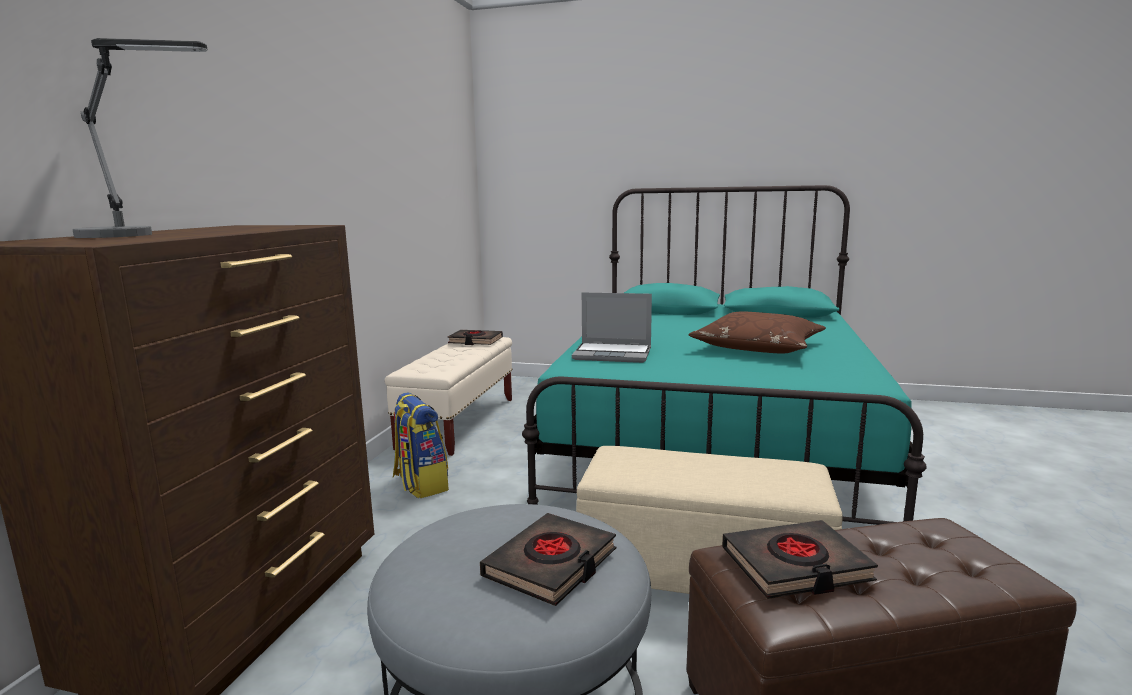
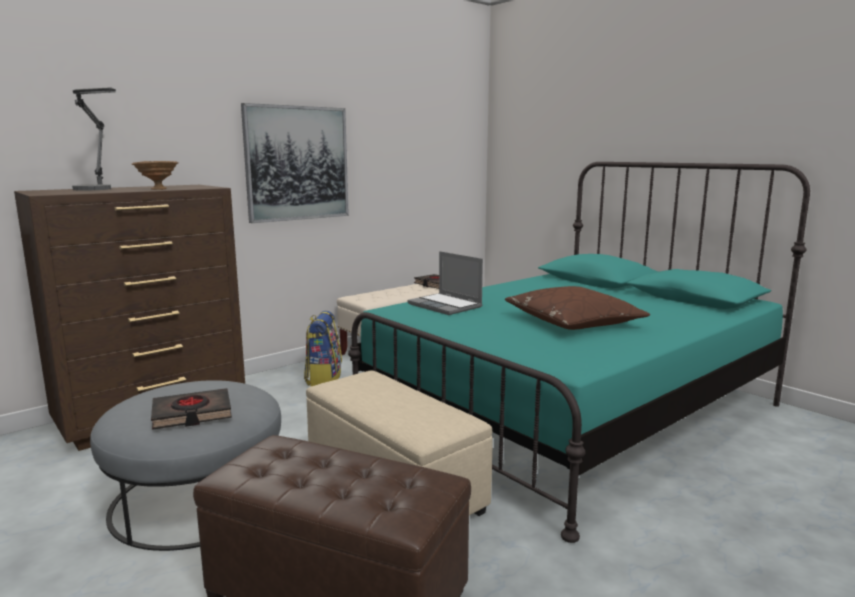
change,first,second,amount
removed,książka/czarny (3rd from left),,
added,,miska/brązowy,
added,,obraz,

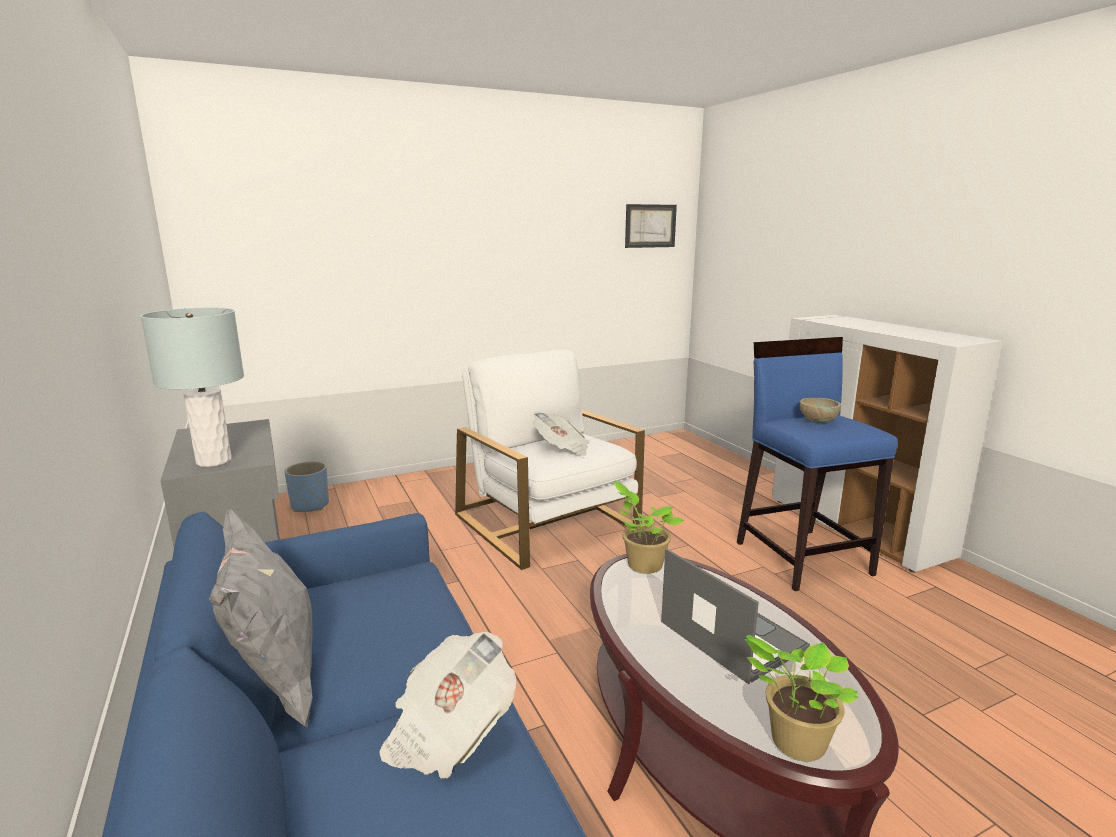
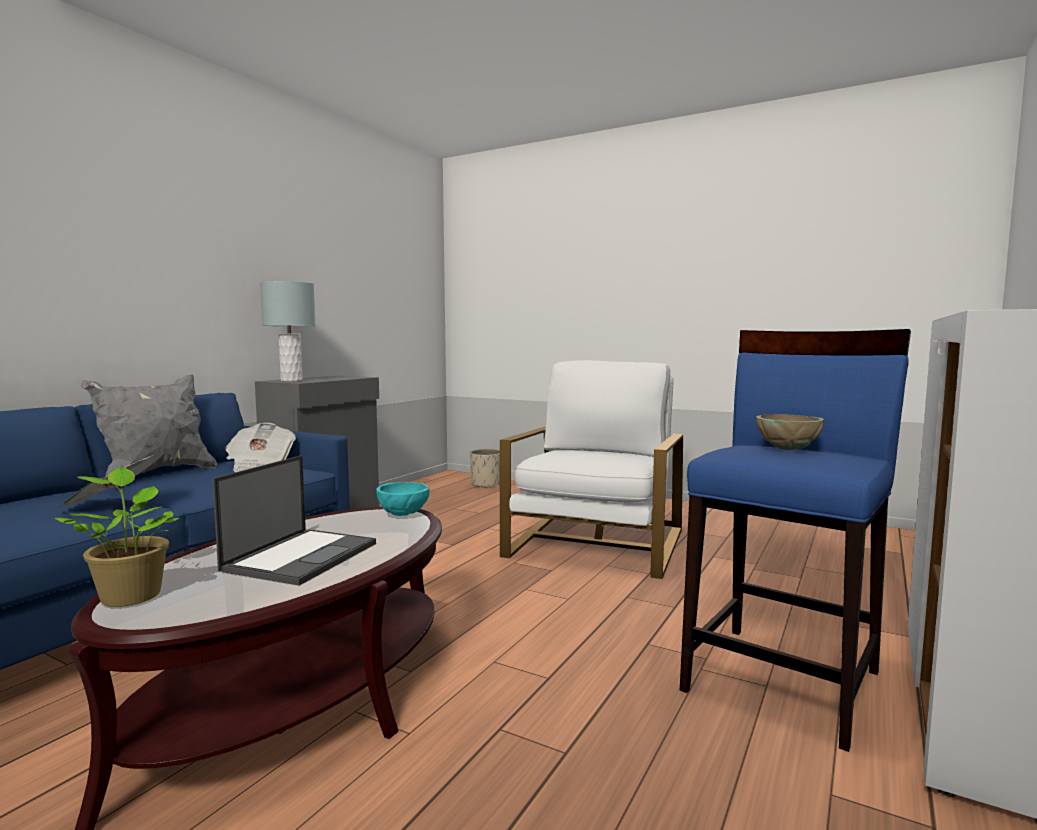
change,first,second,amount
recoloured,donica/niebieski,donica/beżowy,
moved,gazeta (2nd from left),,
replaced,roślina doniczkowa (1st from left),miska/turkusowy,
removed,obraz,,

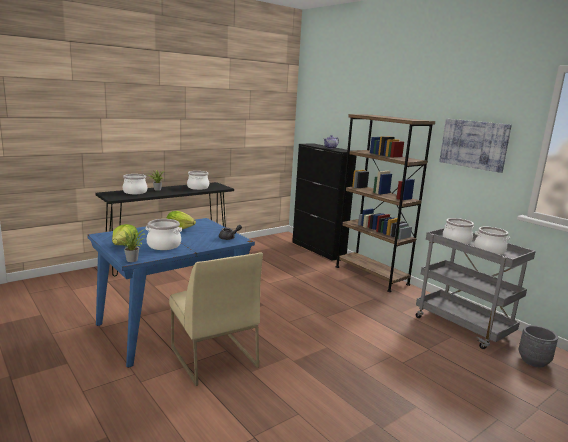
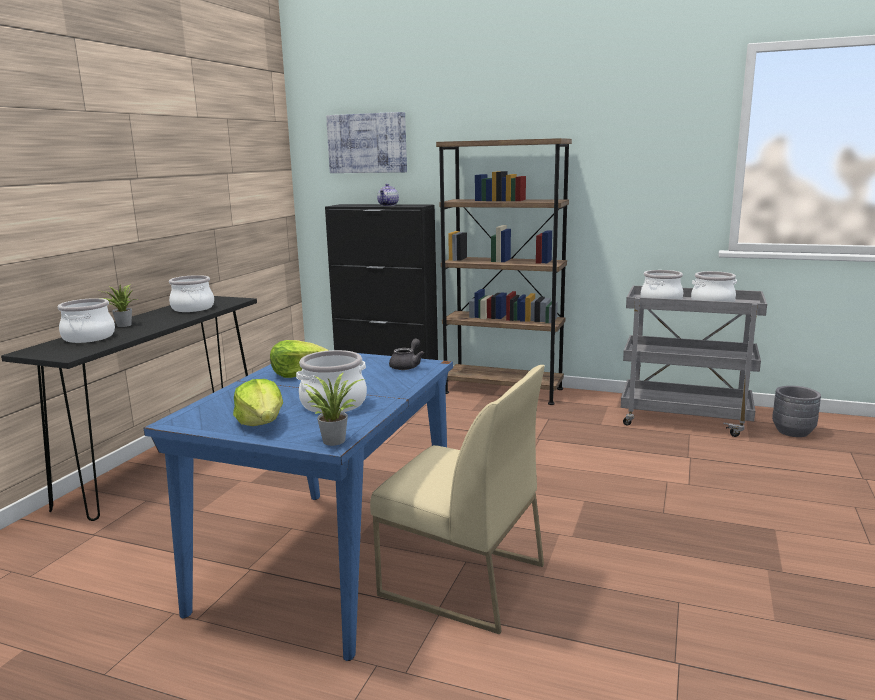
change,first,second,amount
moved,obraz,,

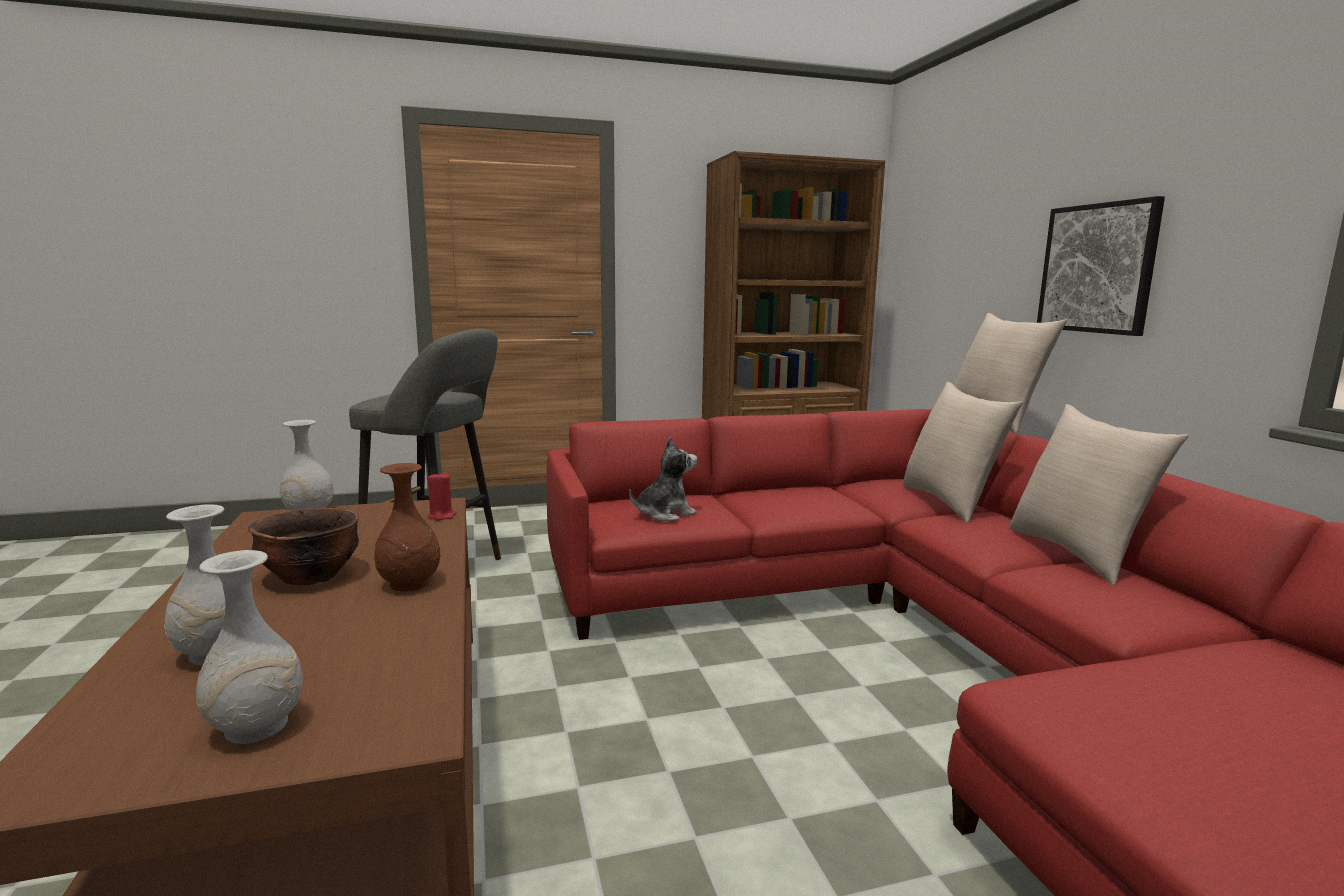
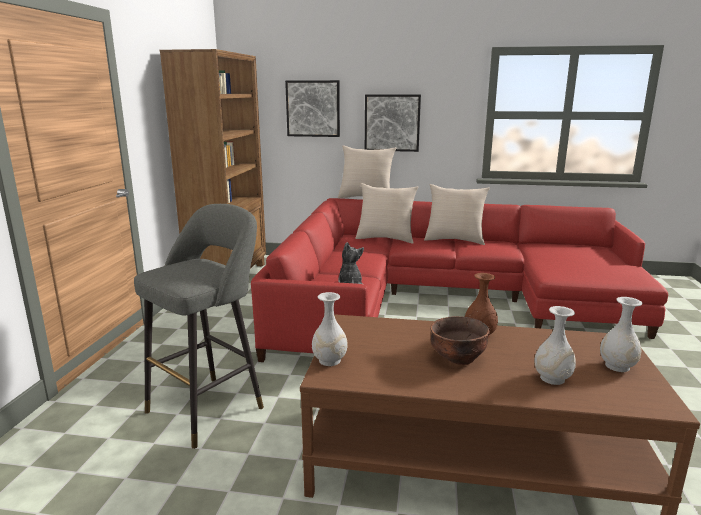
change,first,second,amount
removed,świeca/czerwony,,
added,,obraz (1st from left),

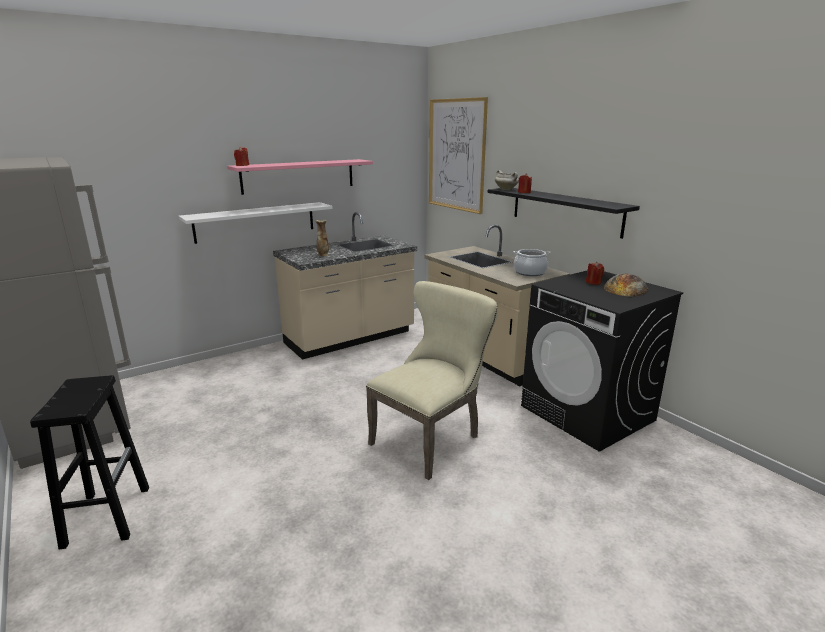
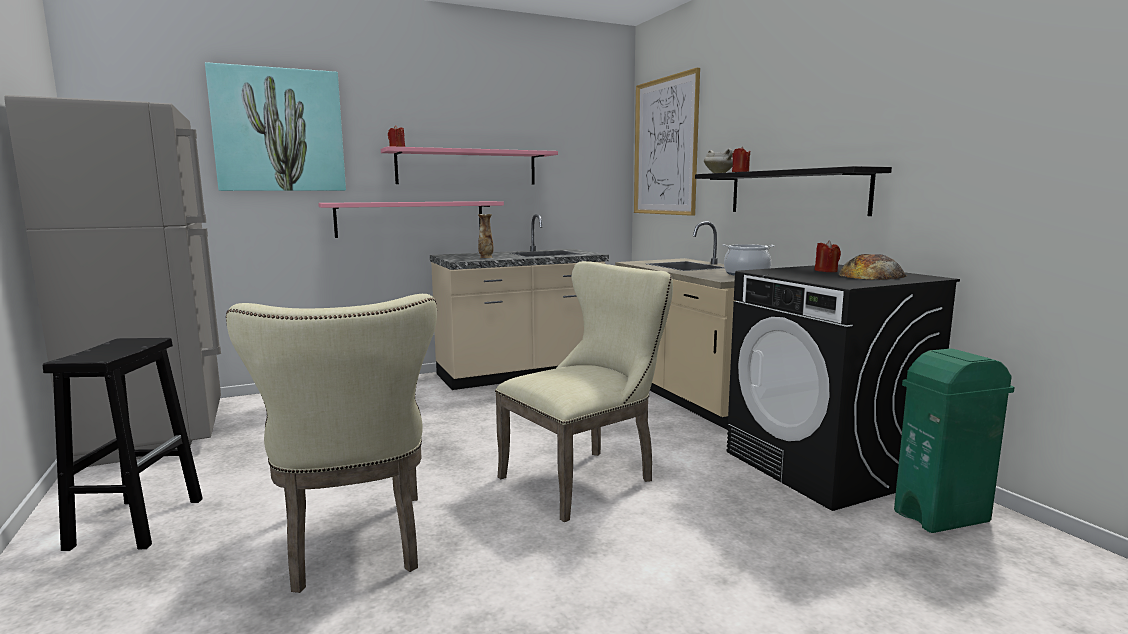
change,first,second,amount
recoloured,półka/biały,półka/różowy (1st from left),
added,,obraz (1st from left),
added,,krzesło/beżowy (1st from left),
added,,kosz na śmieci/zielony,

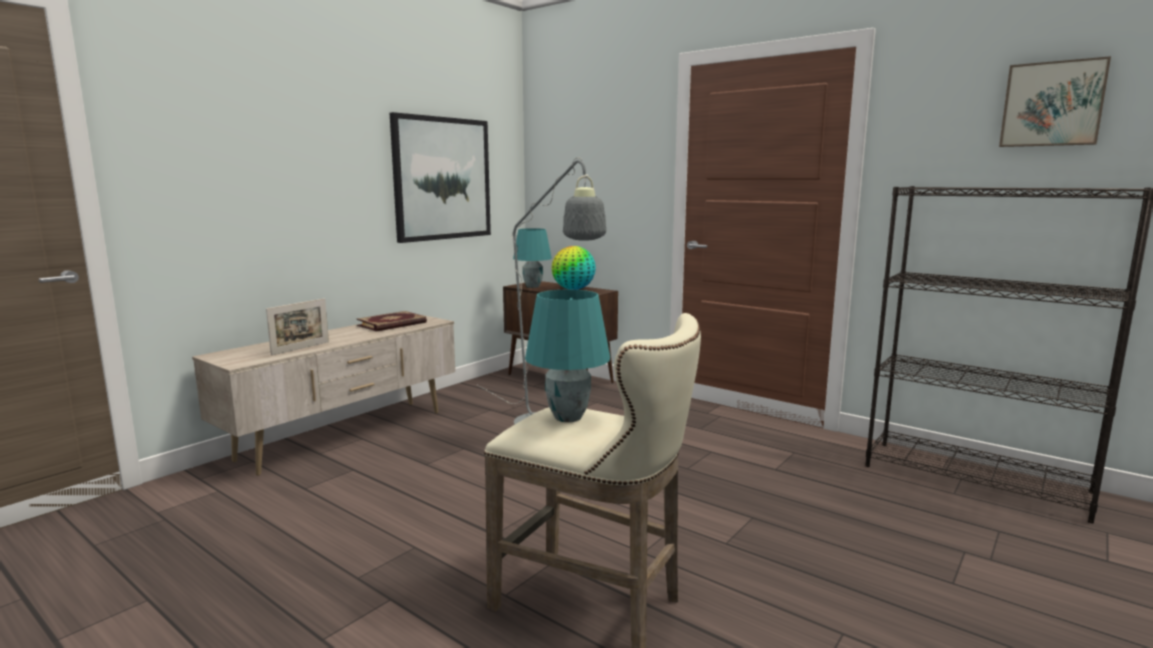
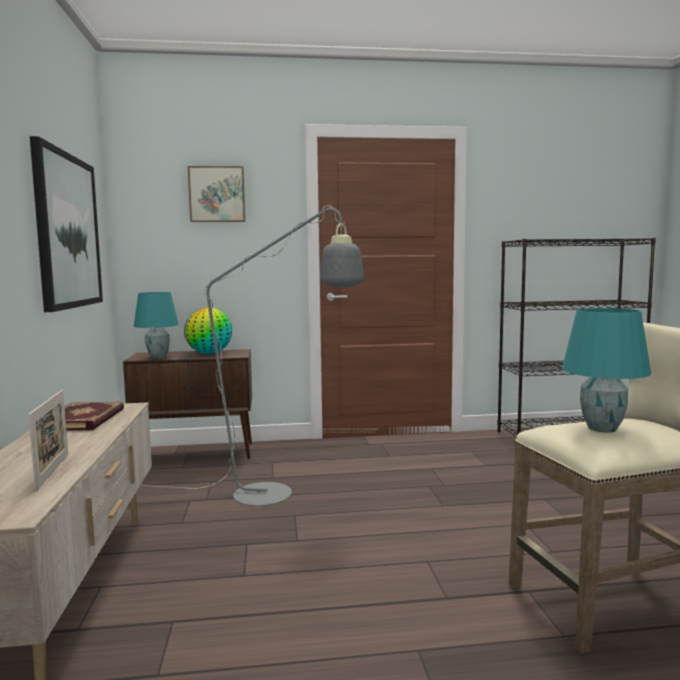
change,first,second,amount
moved,obraz (2nd from left),,

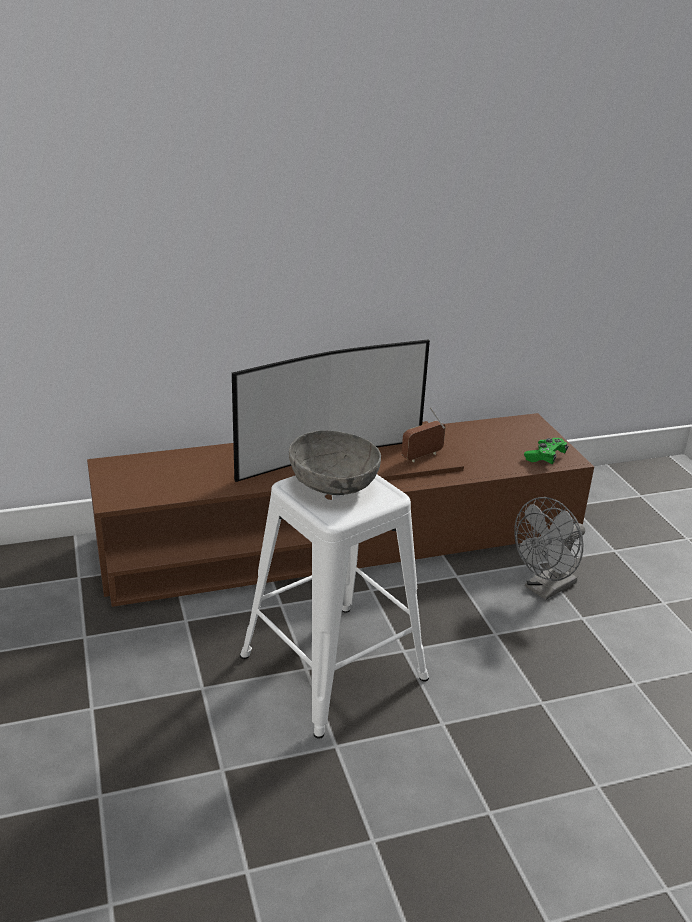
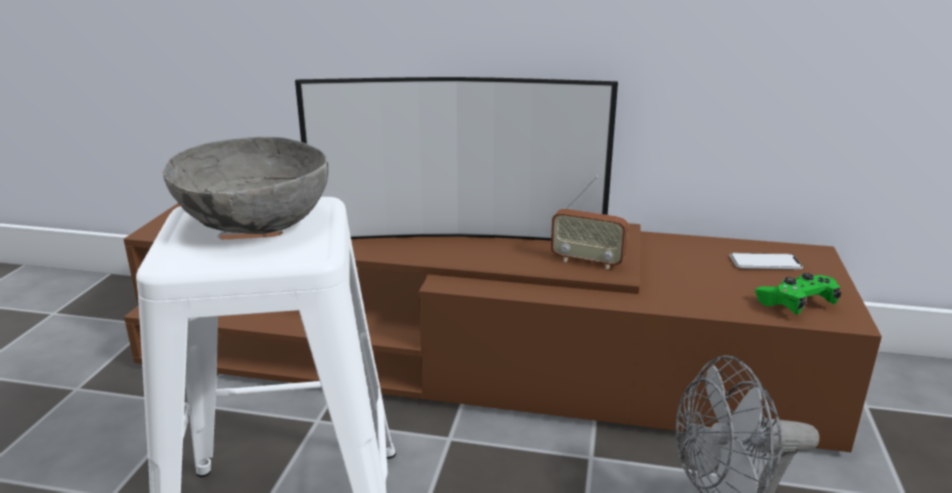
change,first,second,amount
turned,radio,,150 degrees counterclockwise
added,,telefon,

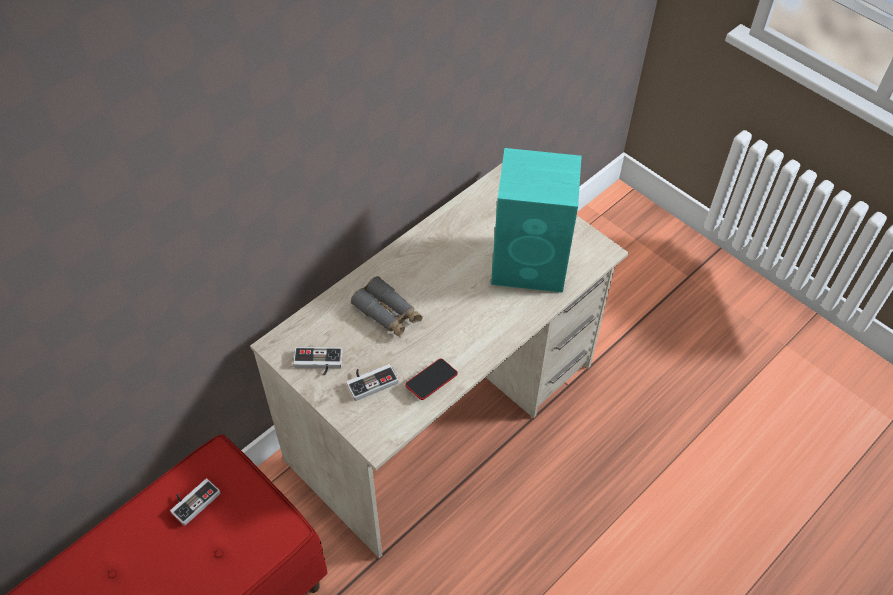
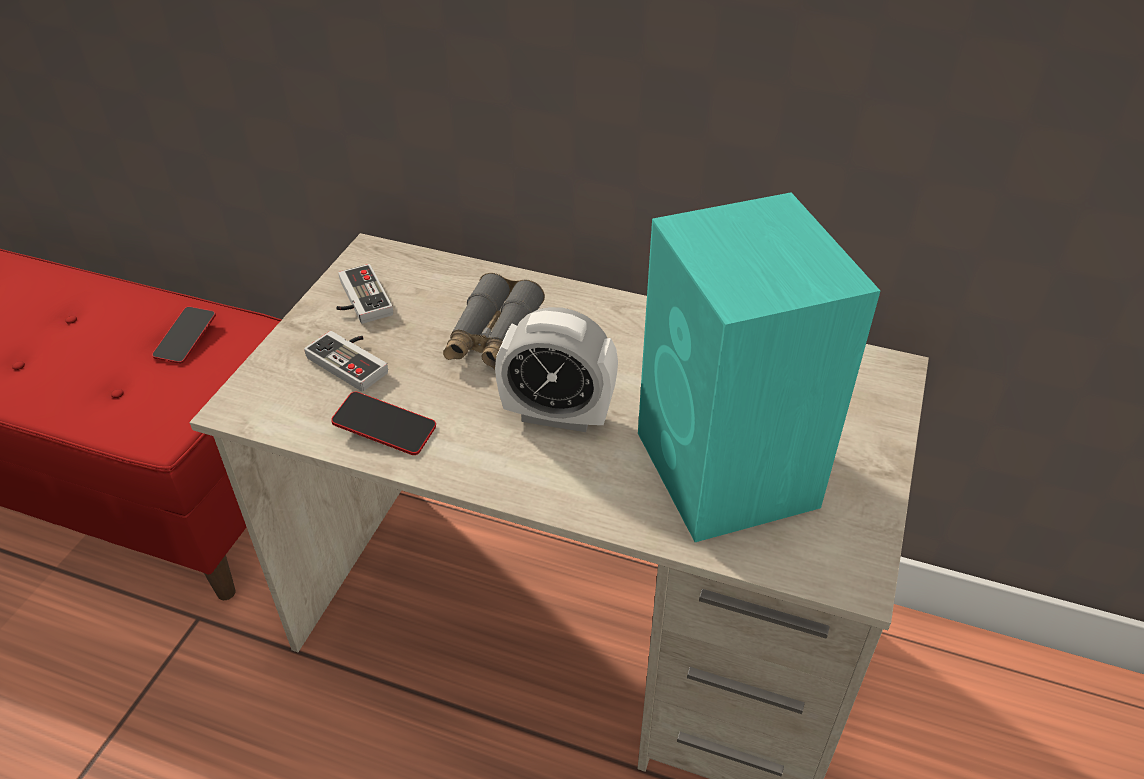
change,first,second,amount
replaced,pad do gier (1st from left),telefon (1st from left),
added,,budzik,

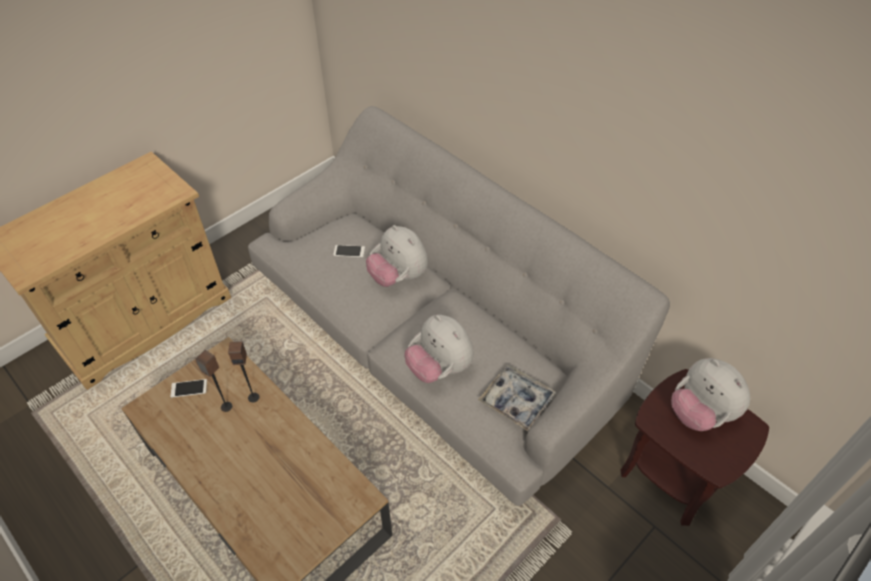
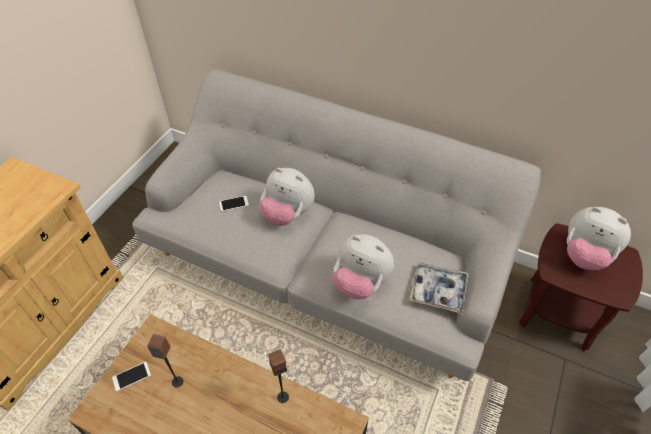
change,first,second,amount
moved,głośnik (2nd from left),,

